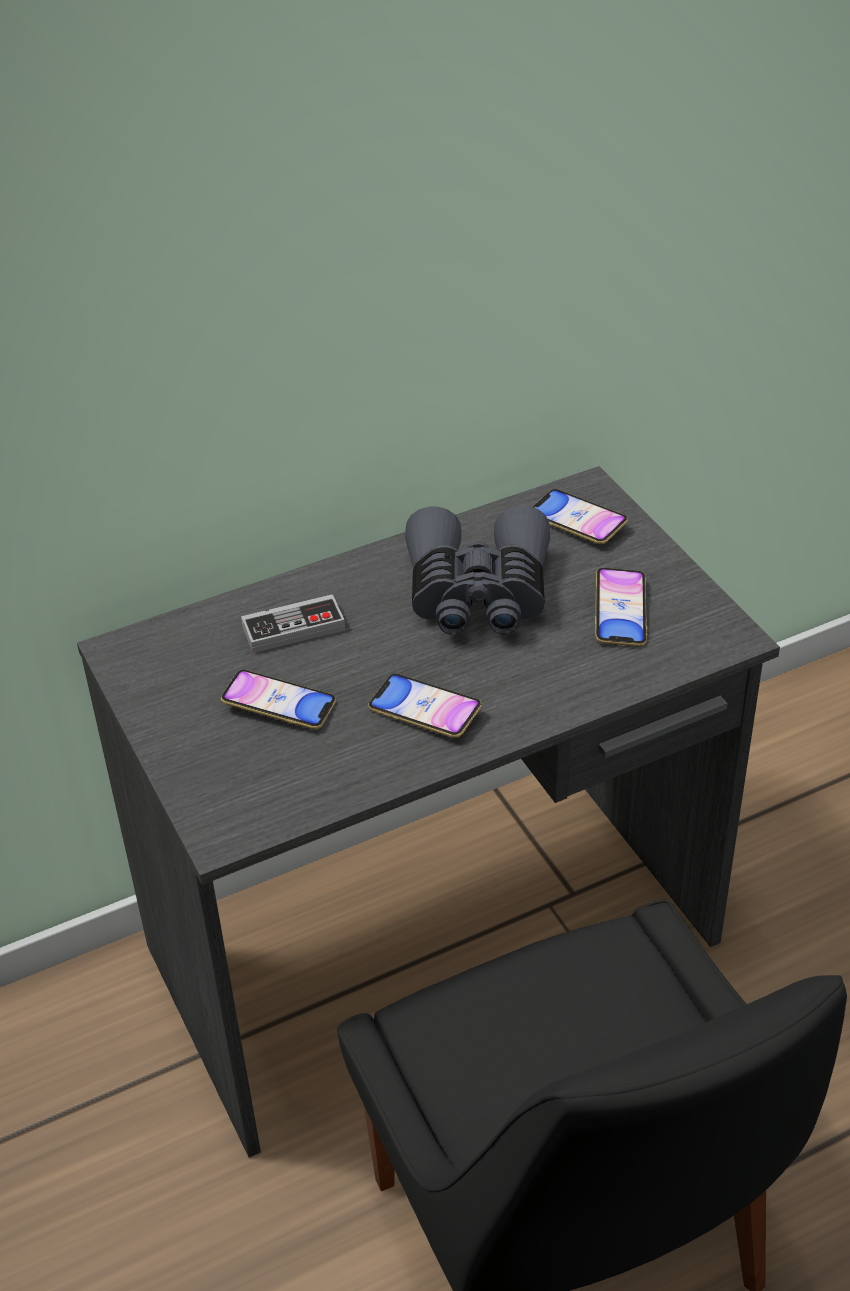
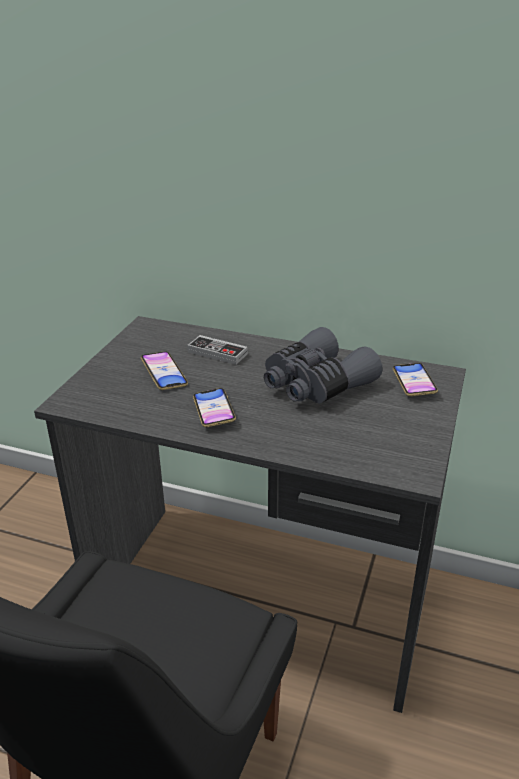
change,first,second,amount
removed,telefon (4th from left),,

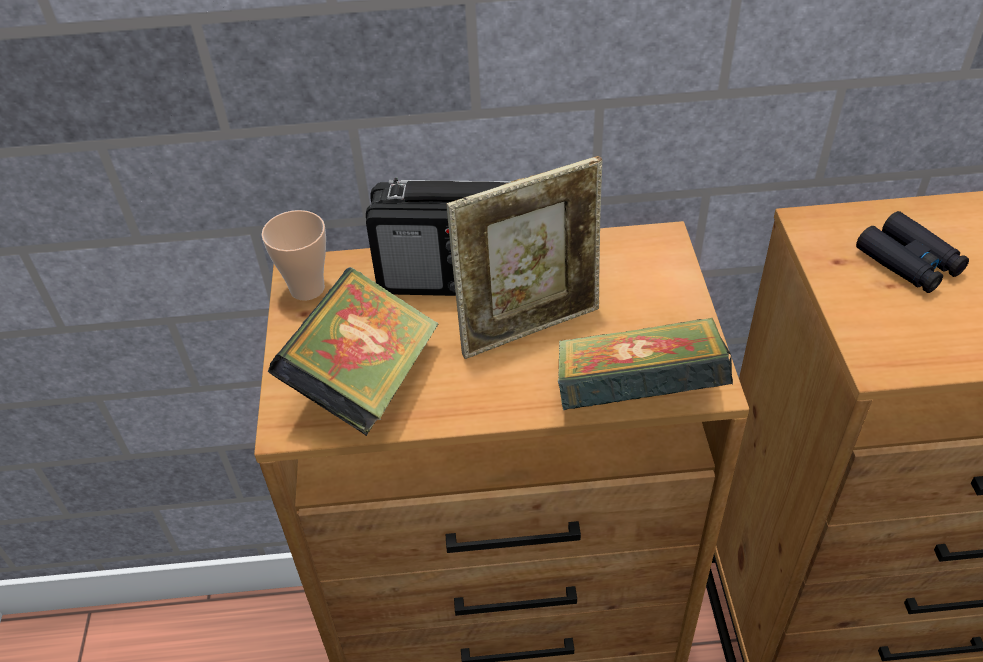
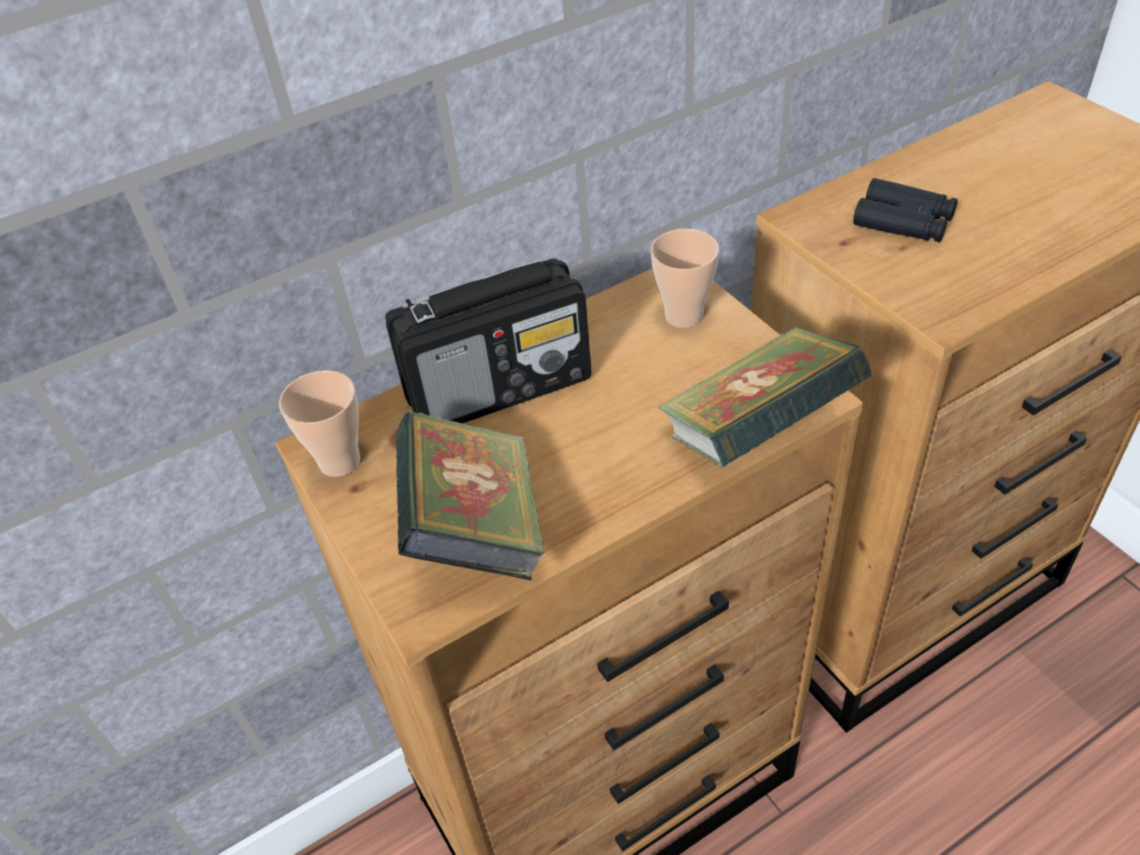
change,first,second,amount
removed,ramka na zdjęcie,,
added,,filiżanka (2nd from left),

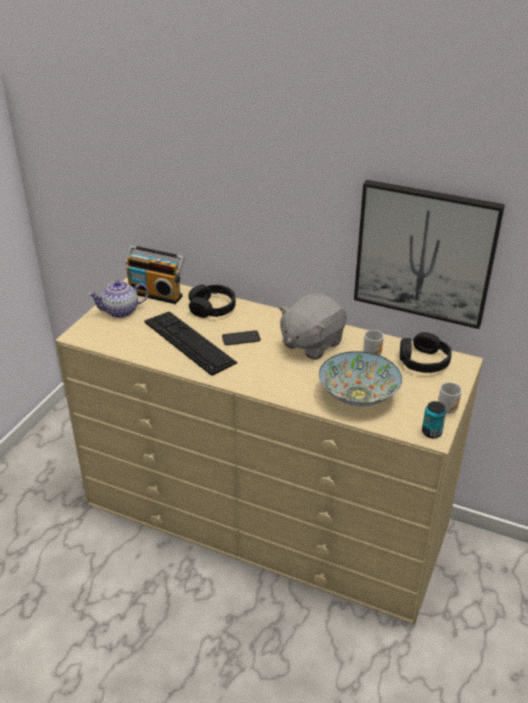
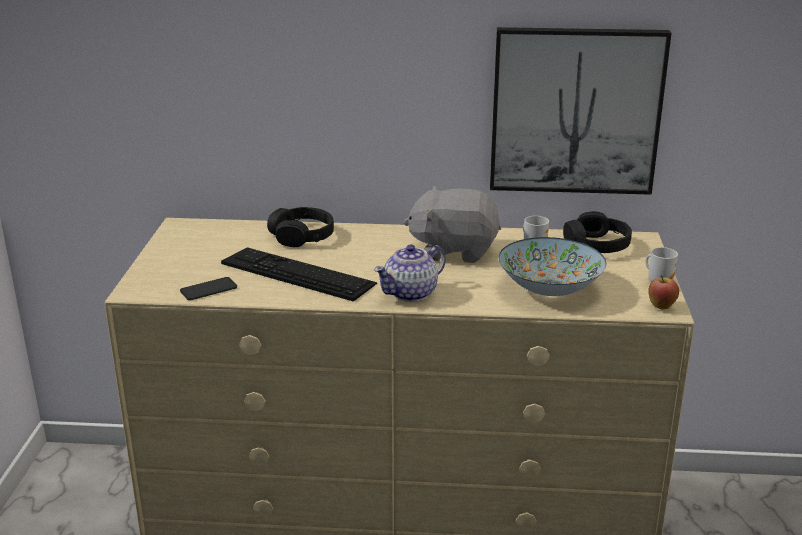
change,first,second,amount
moved,imbryk,,
removed,radio,,
moved,telefon,,
turned,pluszak/szary,,75 degrees clockwise
replaced,puszka,jabłko,

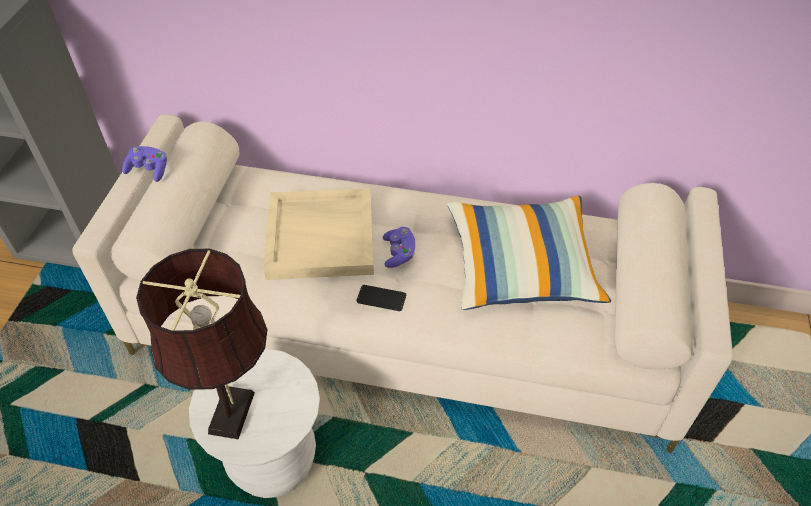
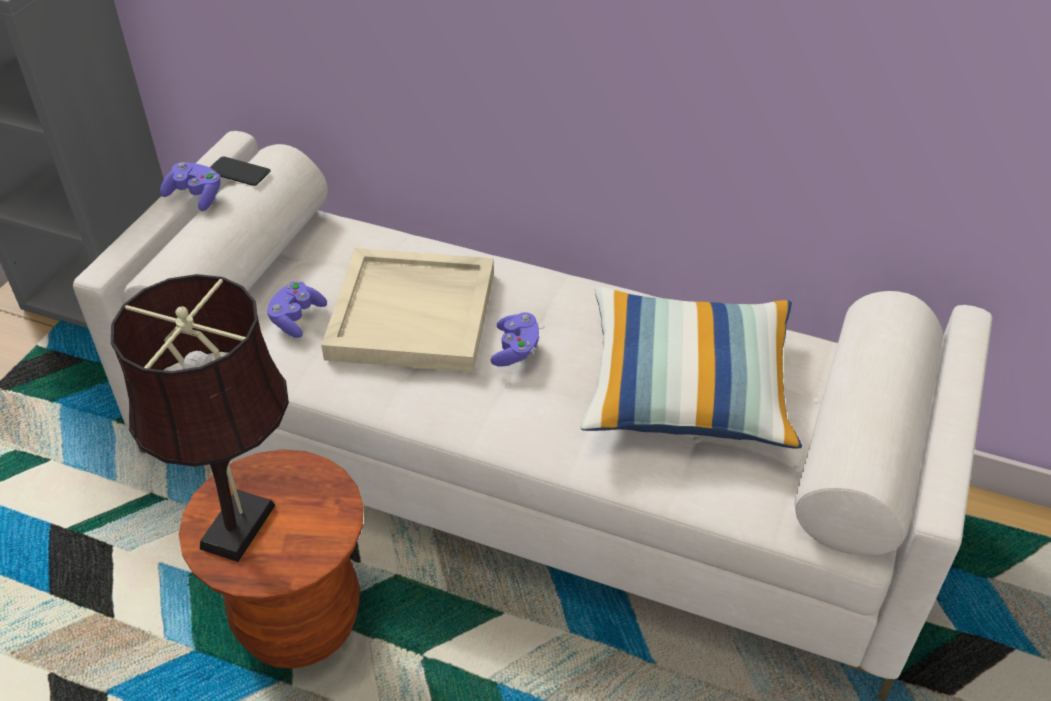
change,first,second,amount
recoloured,stołek/biały,stołek/brązowy,
moved,telefon,,
added,,pad do gier/fioletowy (2nd from left),

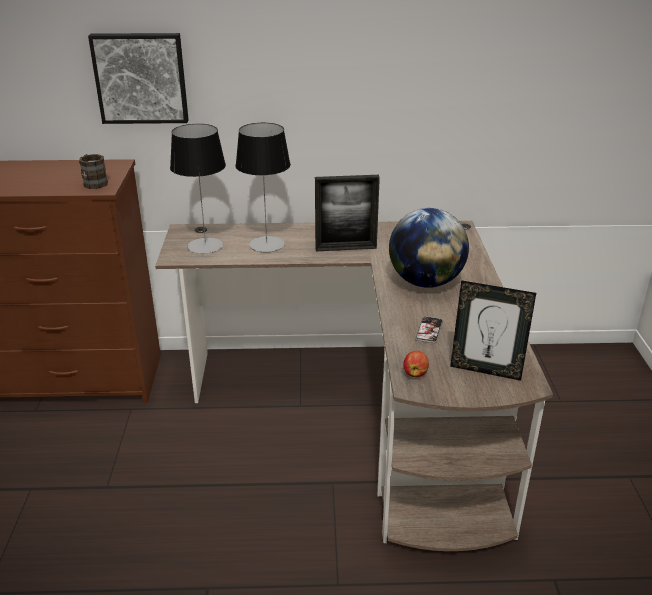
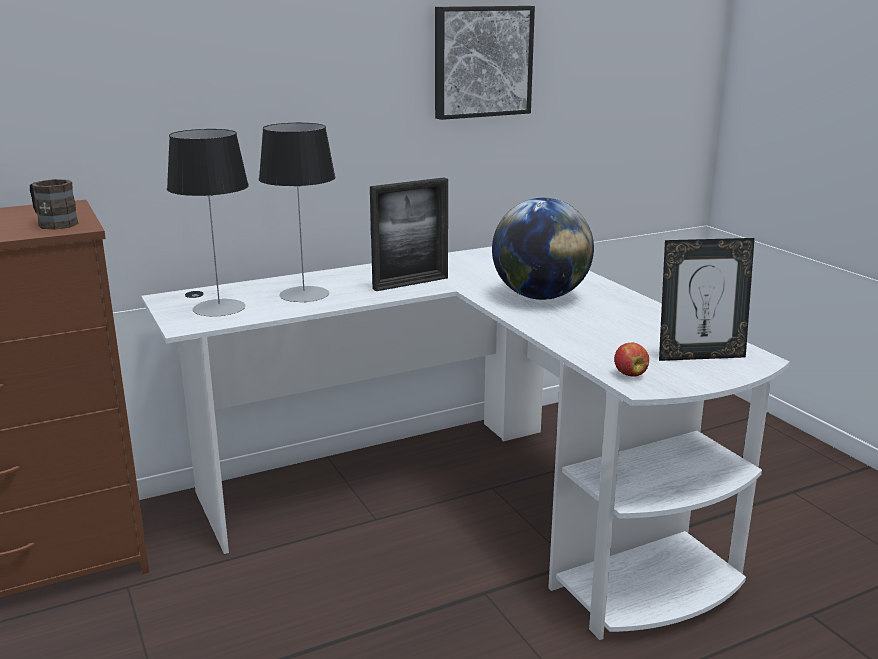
change,first,second,amount
moved,obraz,,
recoloured,biurko/brązowy,biurko/biały,
removed,telefon,,

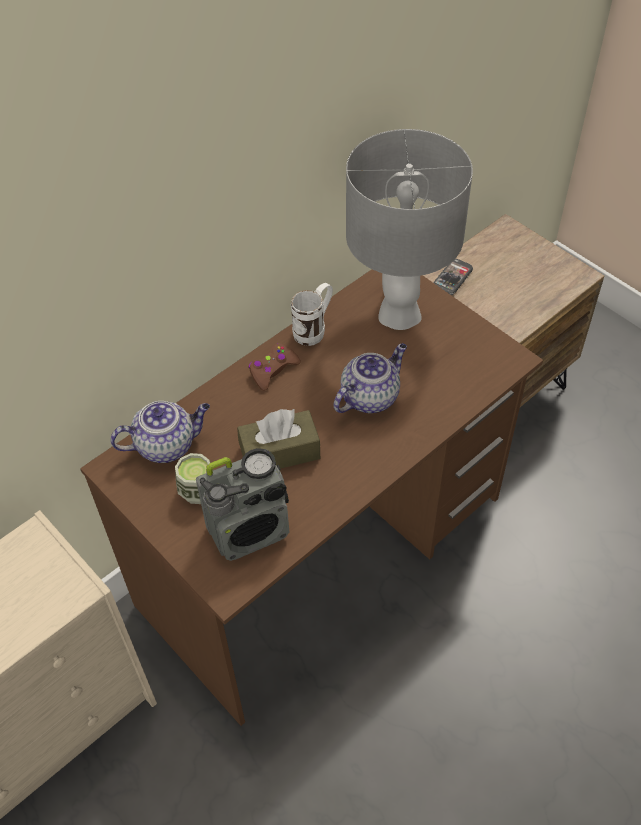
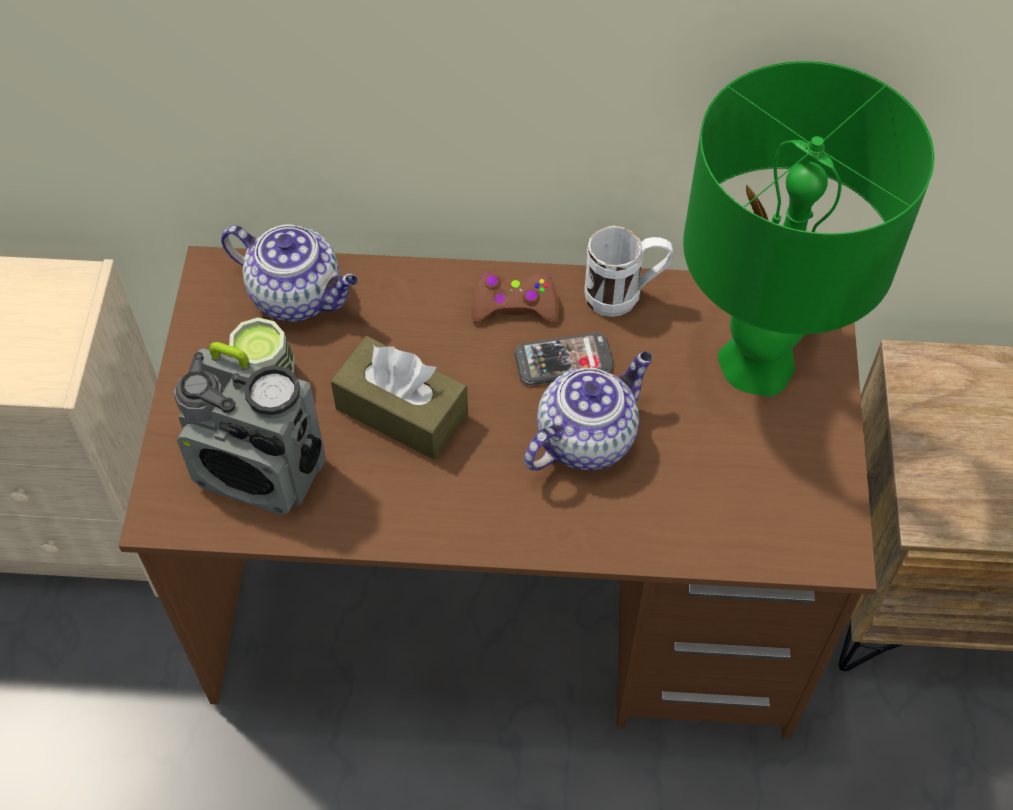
change,first,second,amount
turned,imbryk (2nd from left),,45 degrees counterclockwise
recoloured,lampa stołowa/szary,lampa stołowa/zielony,
moved,telefon,,

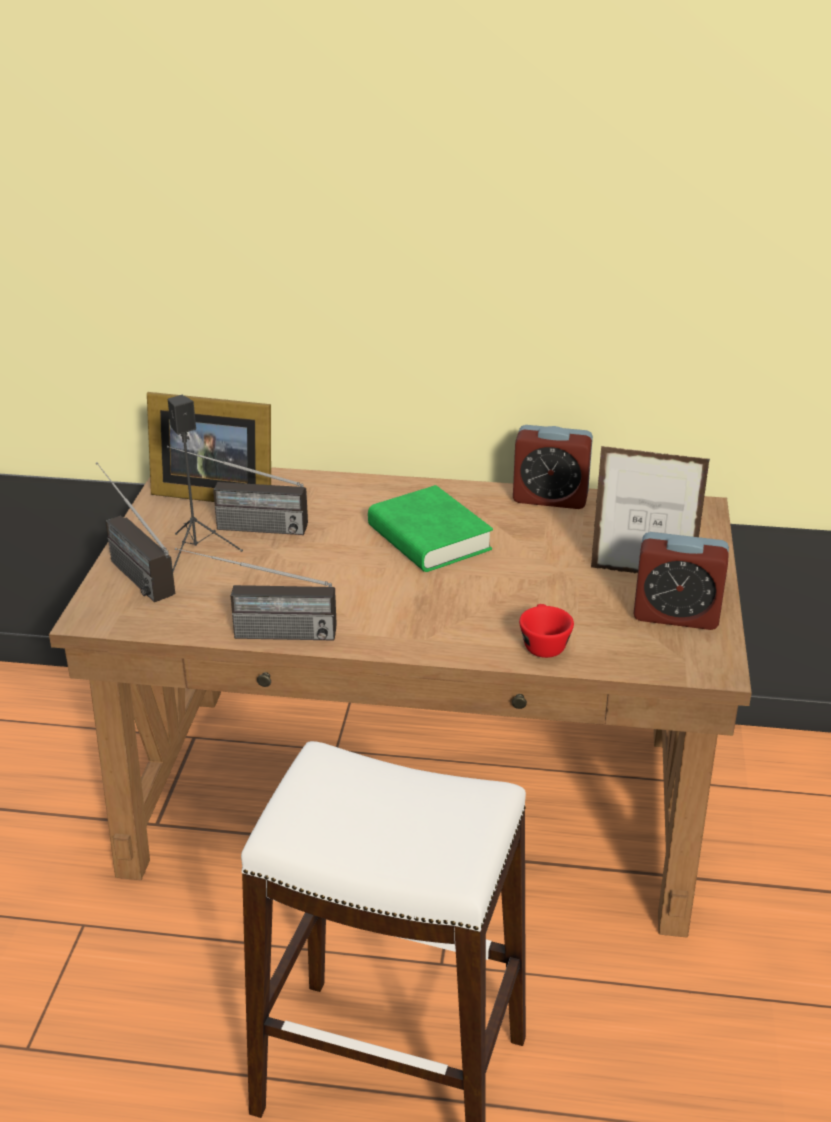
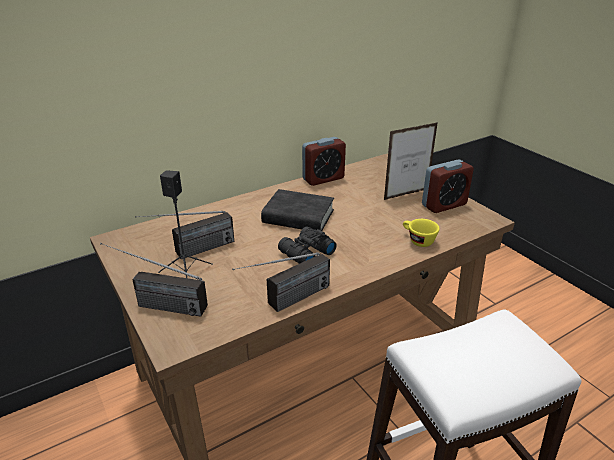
change,first,second,amount
removed,ramka na zdjęcie (1st from left),,
recoloured,książka/zielony,książka/czarny,
recoloured,filiżanka/czerwony,filiżanka/żółty,
added,,lornetka/czarny,

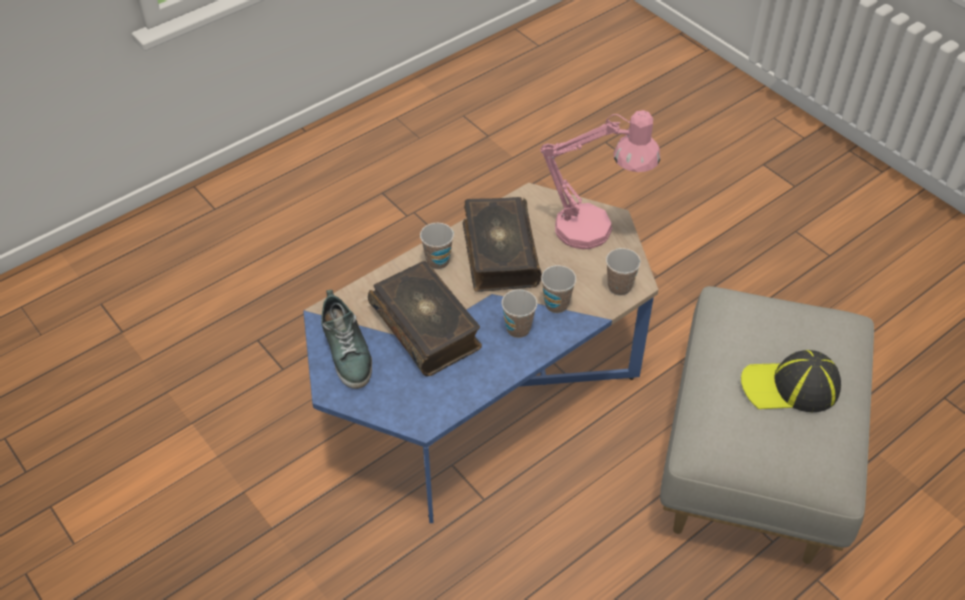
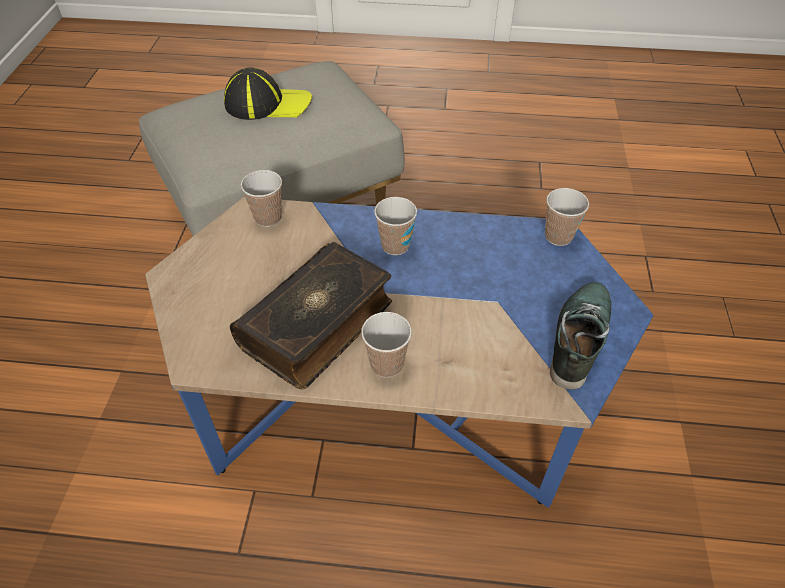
change,first,second,amount
removed,książka (1st from left),,
removed,lampa stołowa/różowy,,
moved,filiżanka (3rd from left in the first image),filiżanka (4th from left),
turned,czapka z daszkiem,,45 degrees counterclockwise

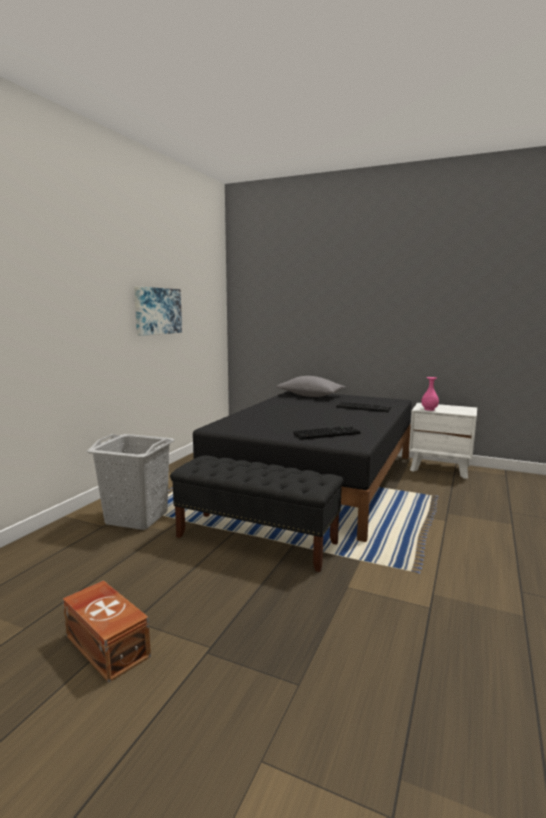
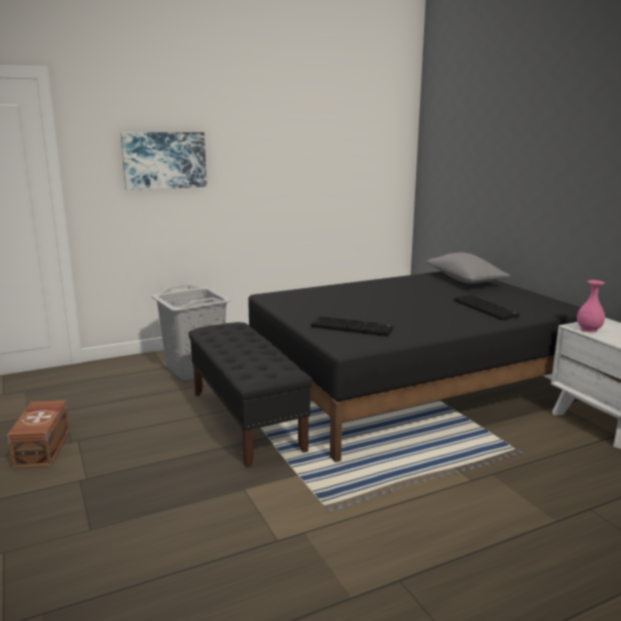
change,first,second,amount
moved,obraz,,

